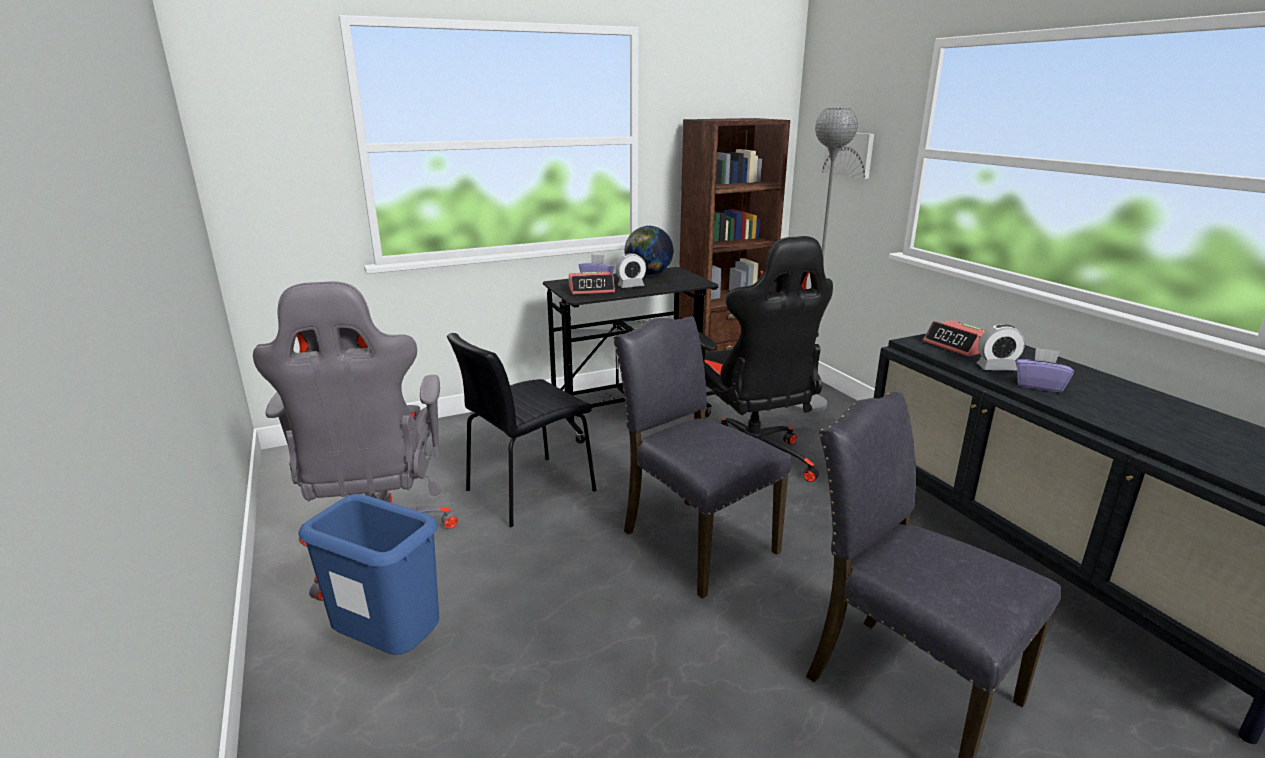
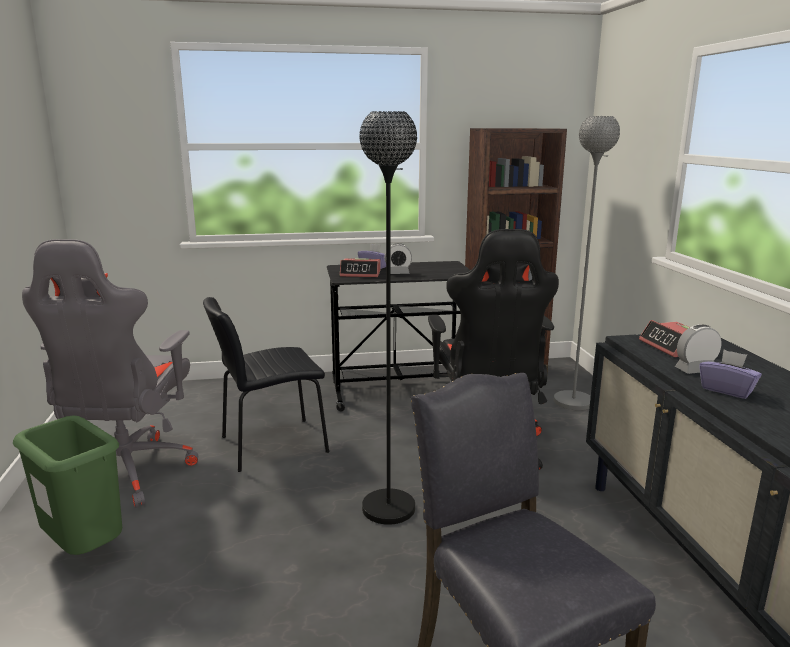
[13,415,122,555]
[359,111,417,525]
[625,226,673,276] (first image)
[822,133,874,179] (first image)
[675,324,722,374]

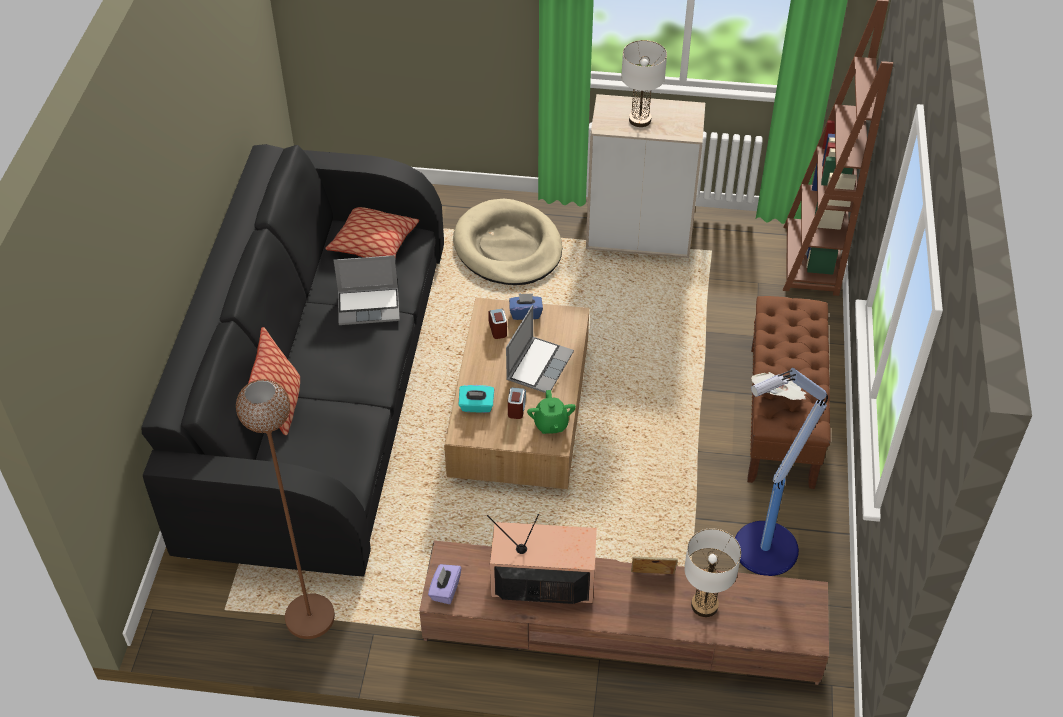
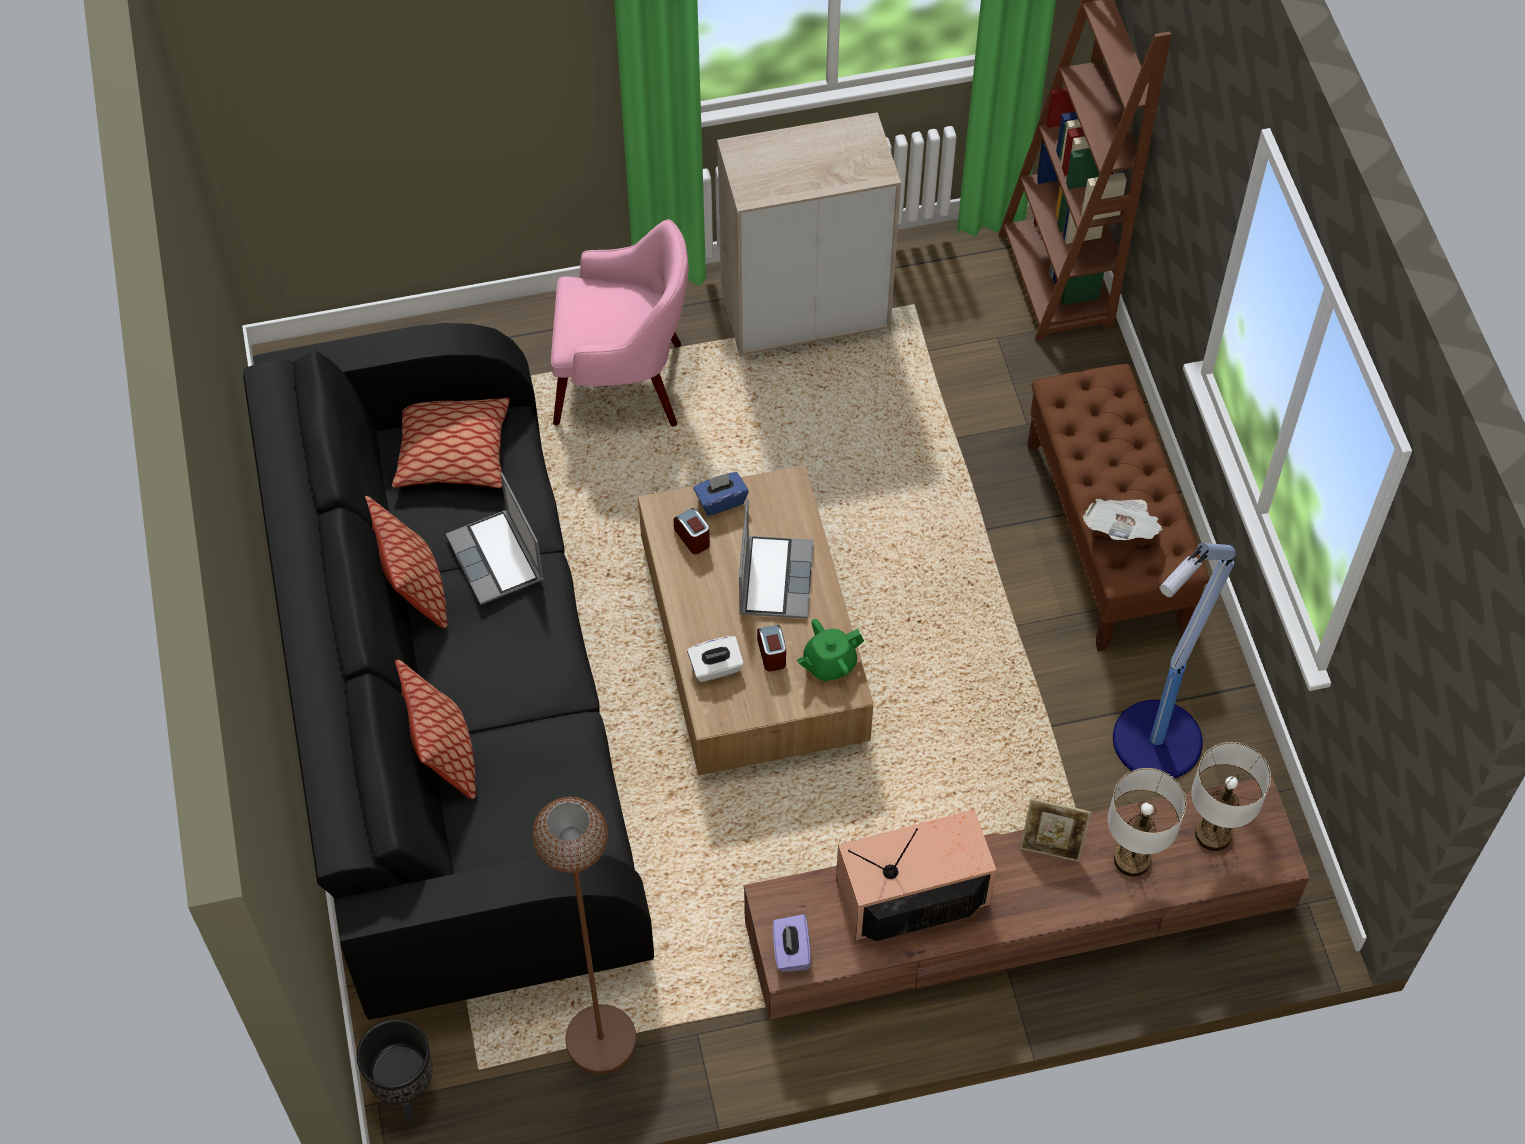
[446,473,544,605]
[551,219,689,427]
[687,636,744,682]
[797,619,864,681]
[1191,742,1271,851]
[1020,798,1091,862]
[357,1019,433,1118]
[365,496,448,628]

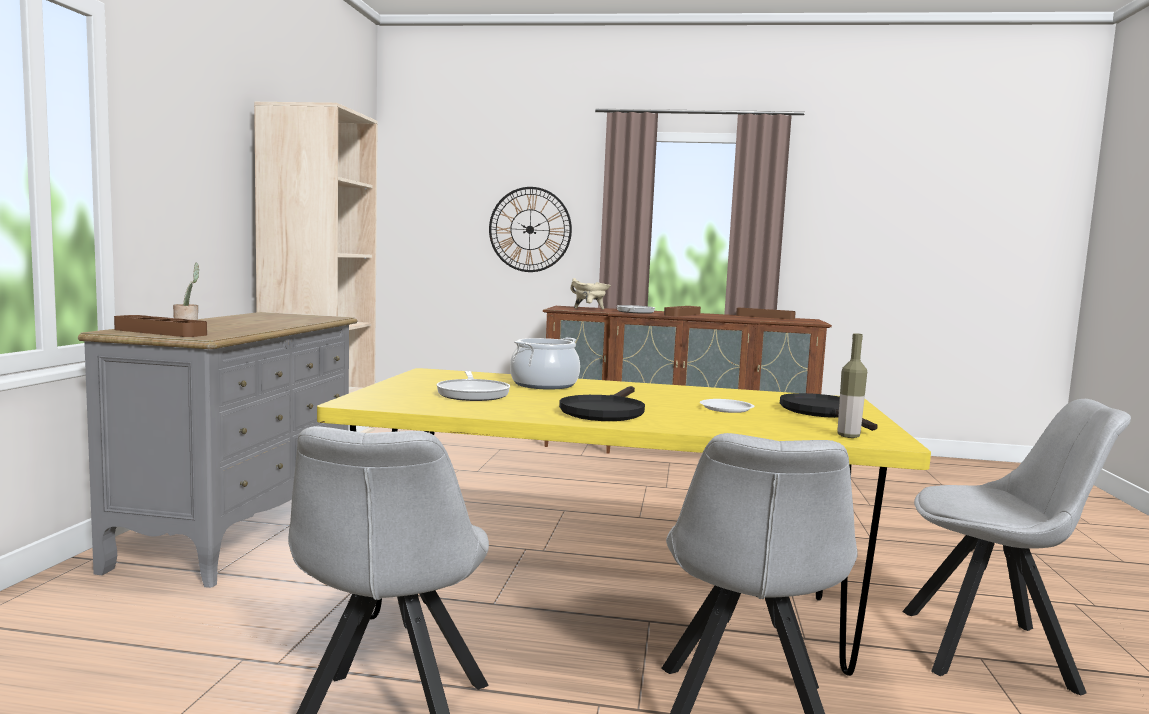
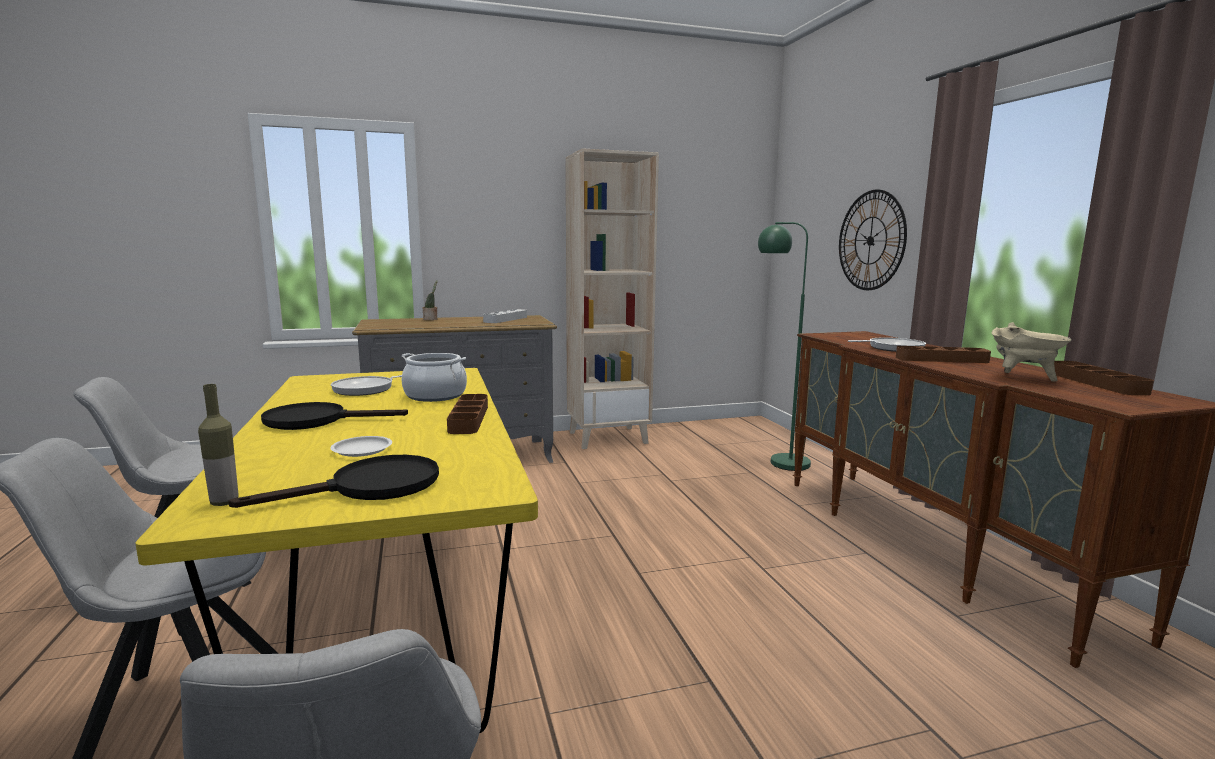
[447,394,488,434]
[992,322,1071,382]
[483,309,527,323]
[758,222,811,471]

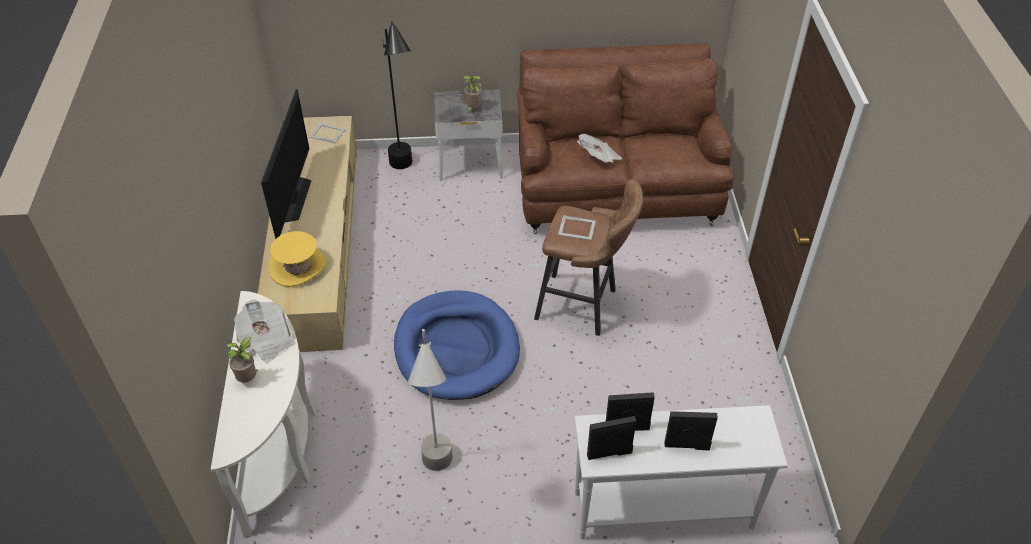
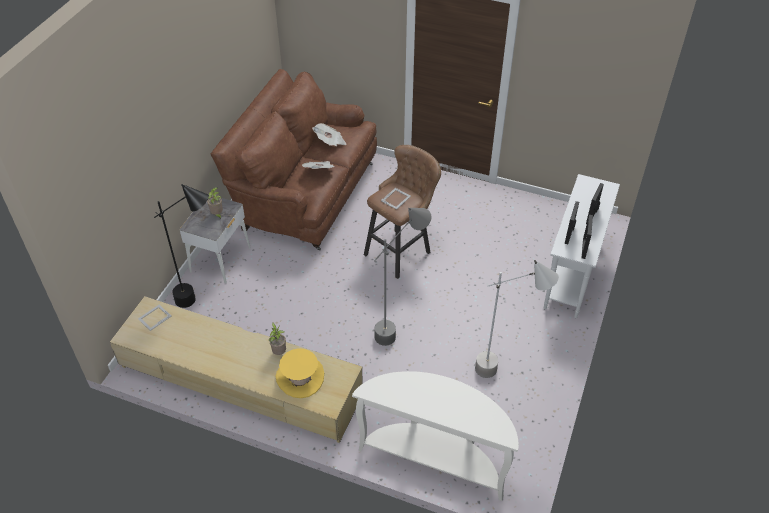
[269,322,286,355]
[312,123,347,146]
[261,89,311,239] (first image)
[374,208,431,346]

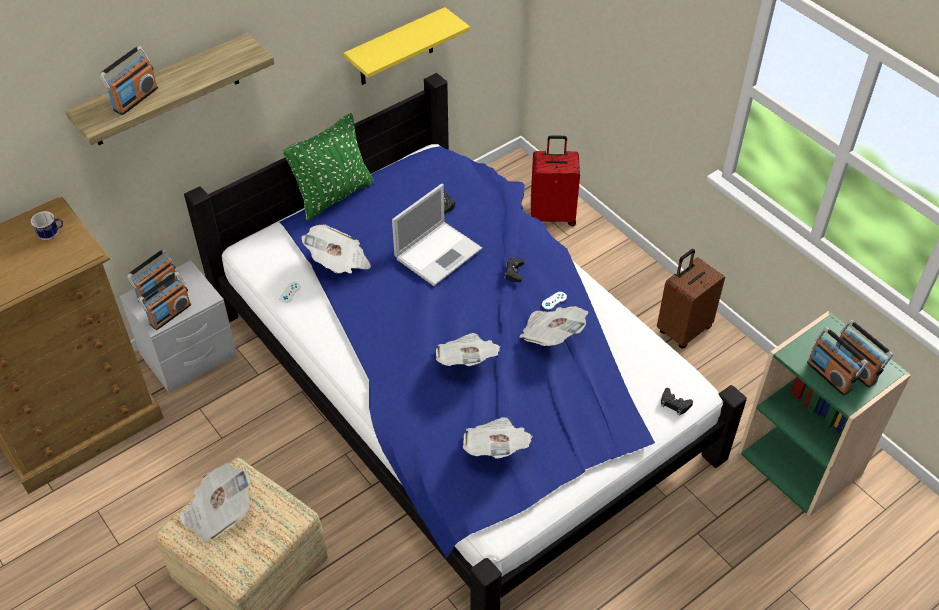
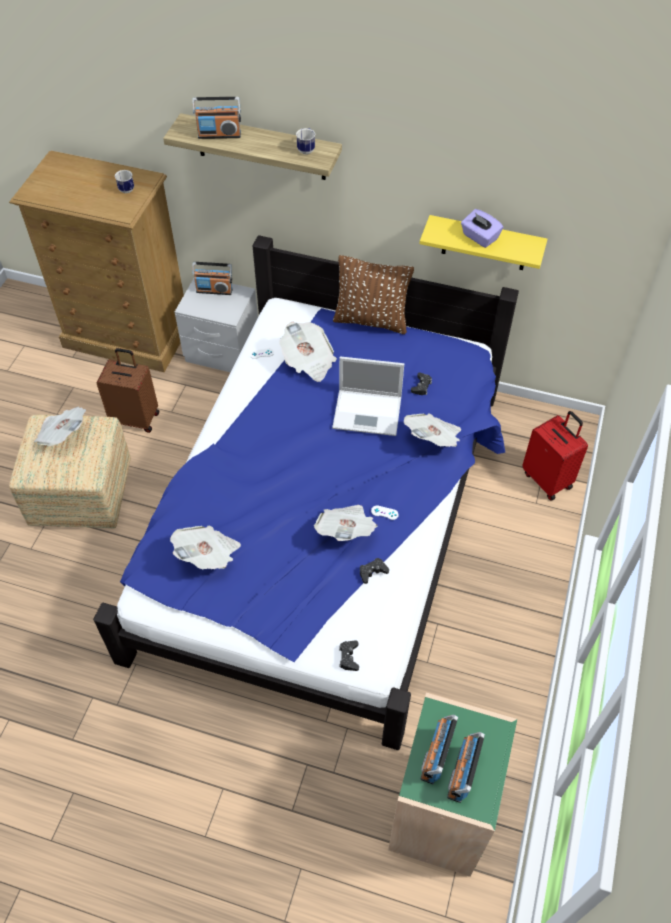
[138,272,191,330] (first image)
[333,255,414,334]
[404,413,461,447]
[360,558,389,584]
[97,348,159,433]
[296,128,315,154]
[461,209,503,248]

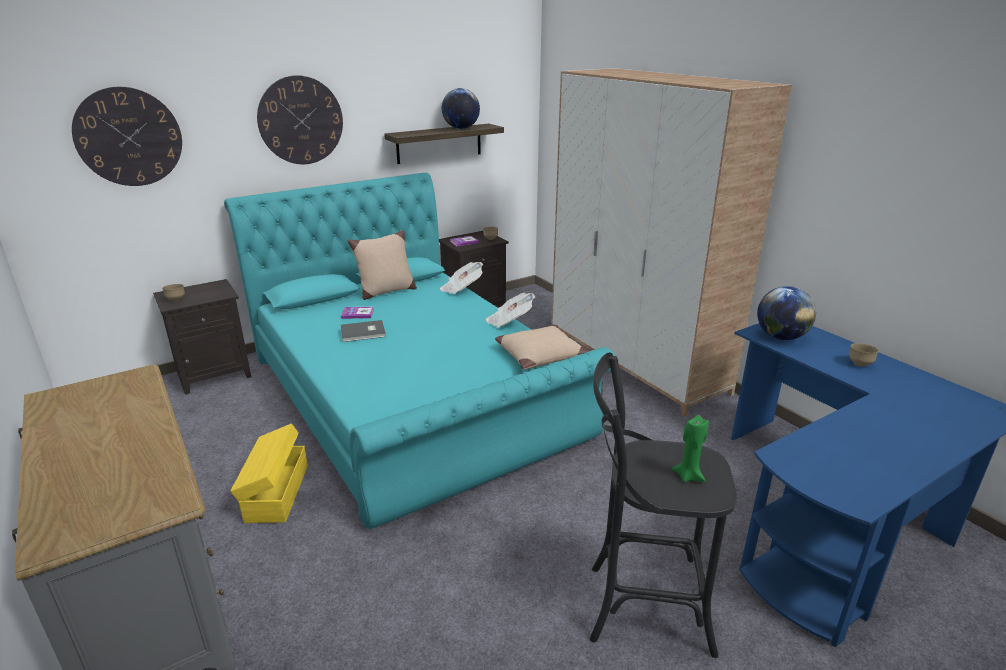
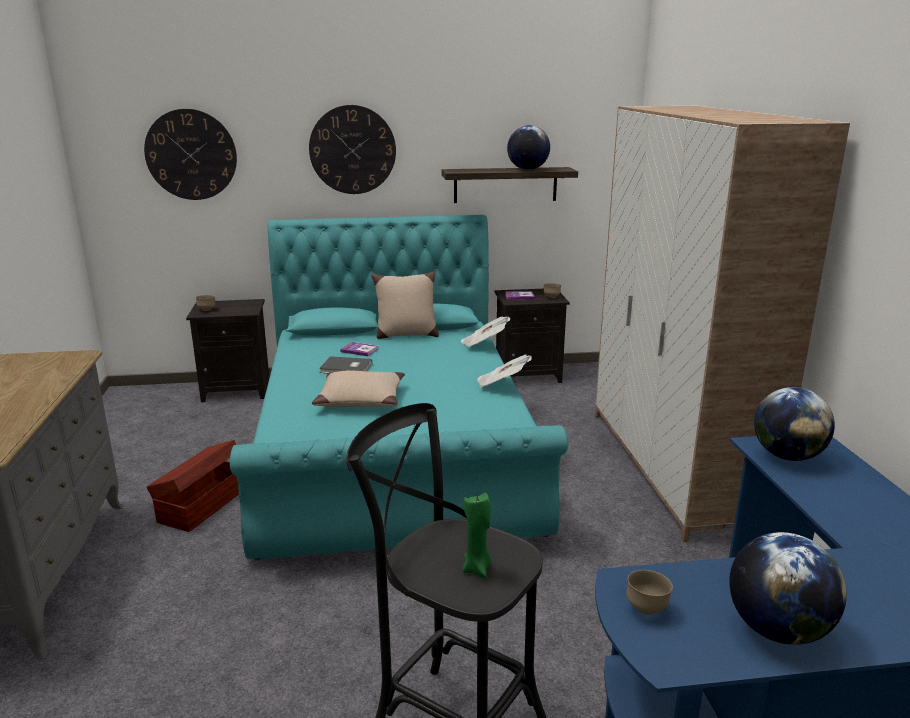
[147,440,239,532]
[312,370,405,407]
[626,570,673,615]
[729,532,847,645]

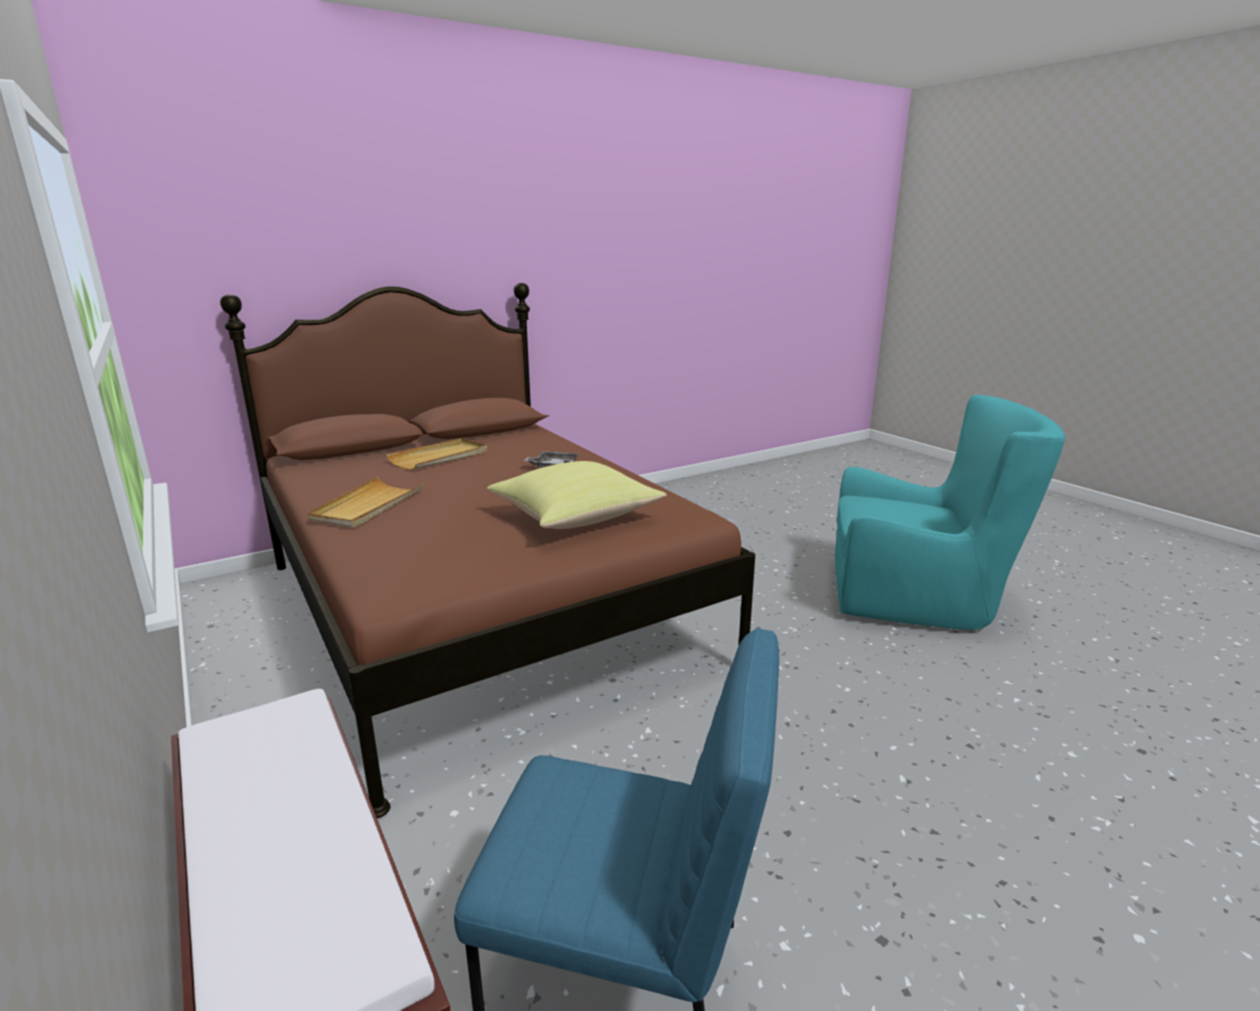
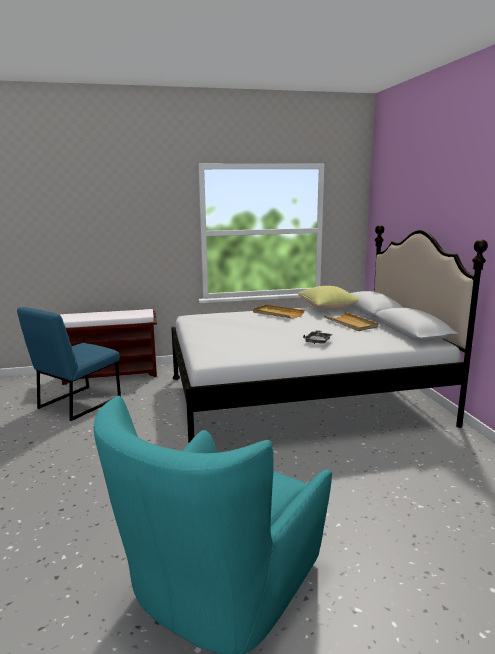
[171,225,488,444]
[298,286,359,310]

